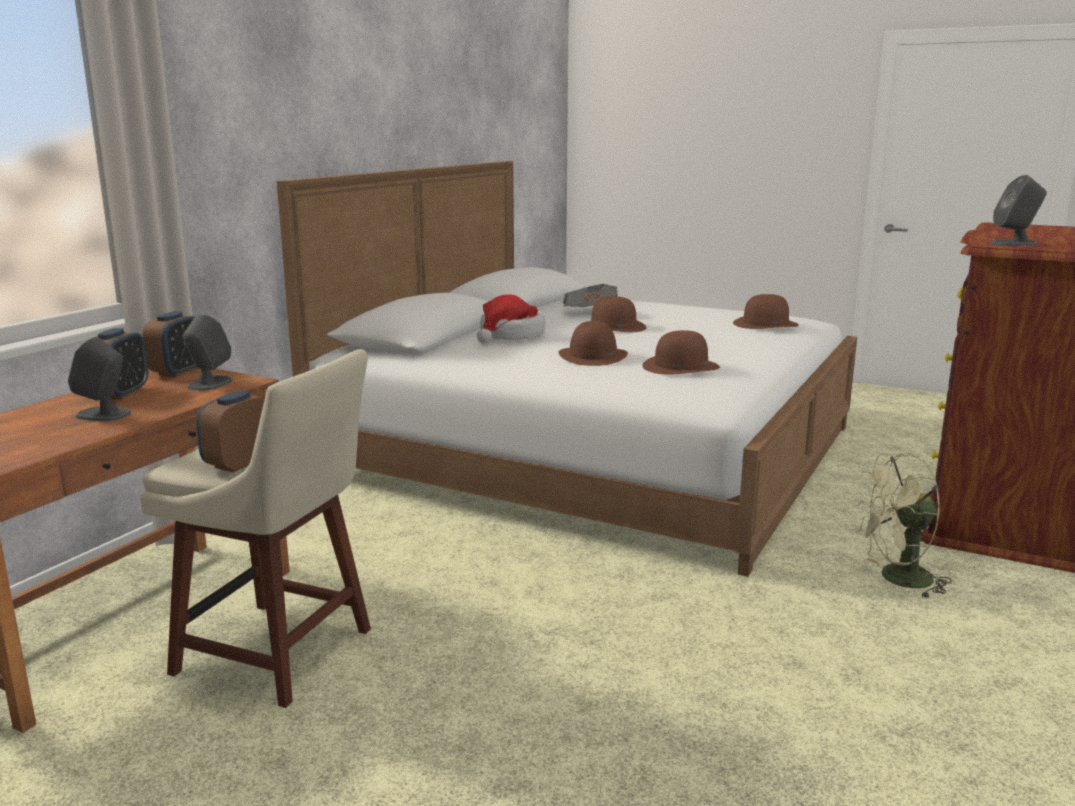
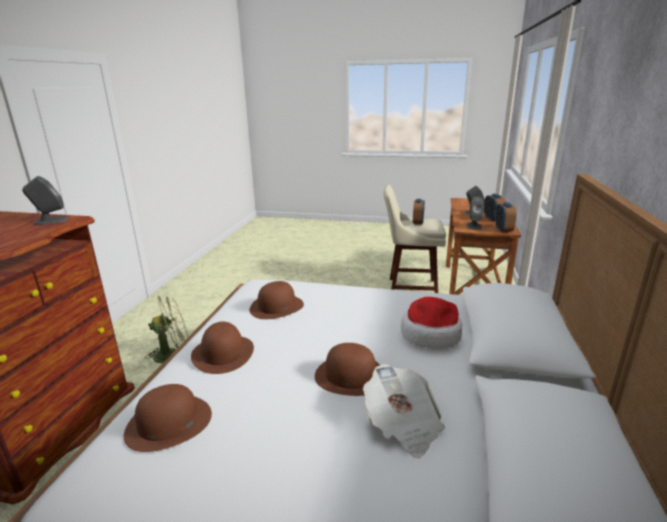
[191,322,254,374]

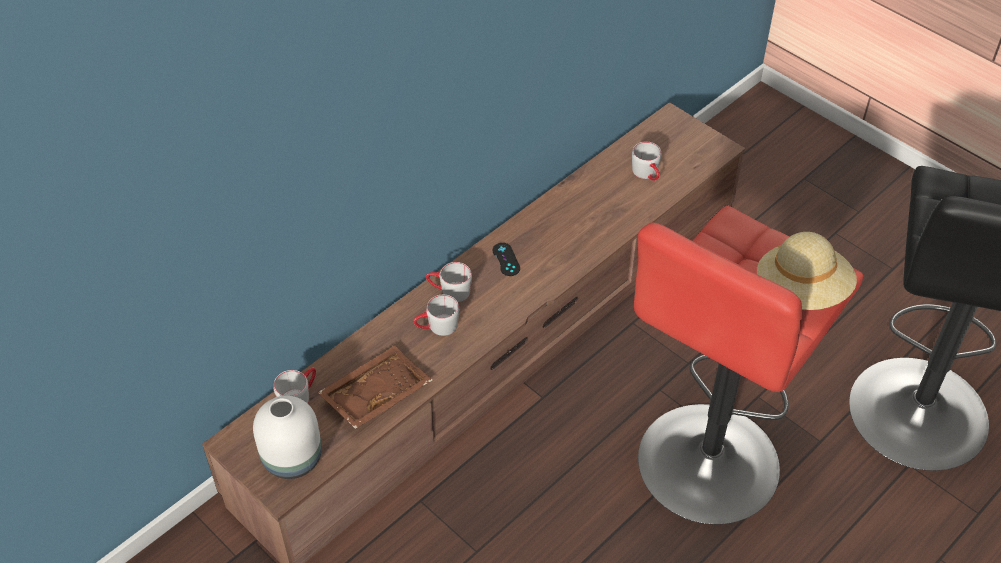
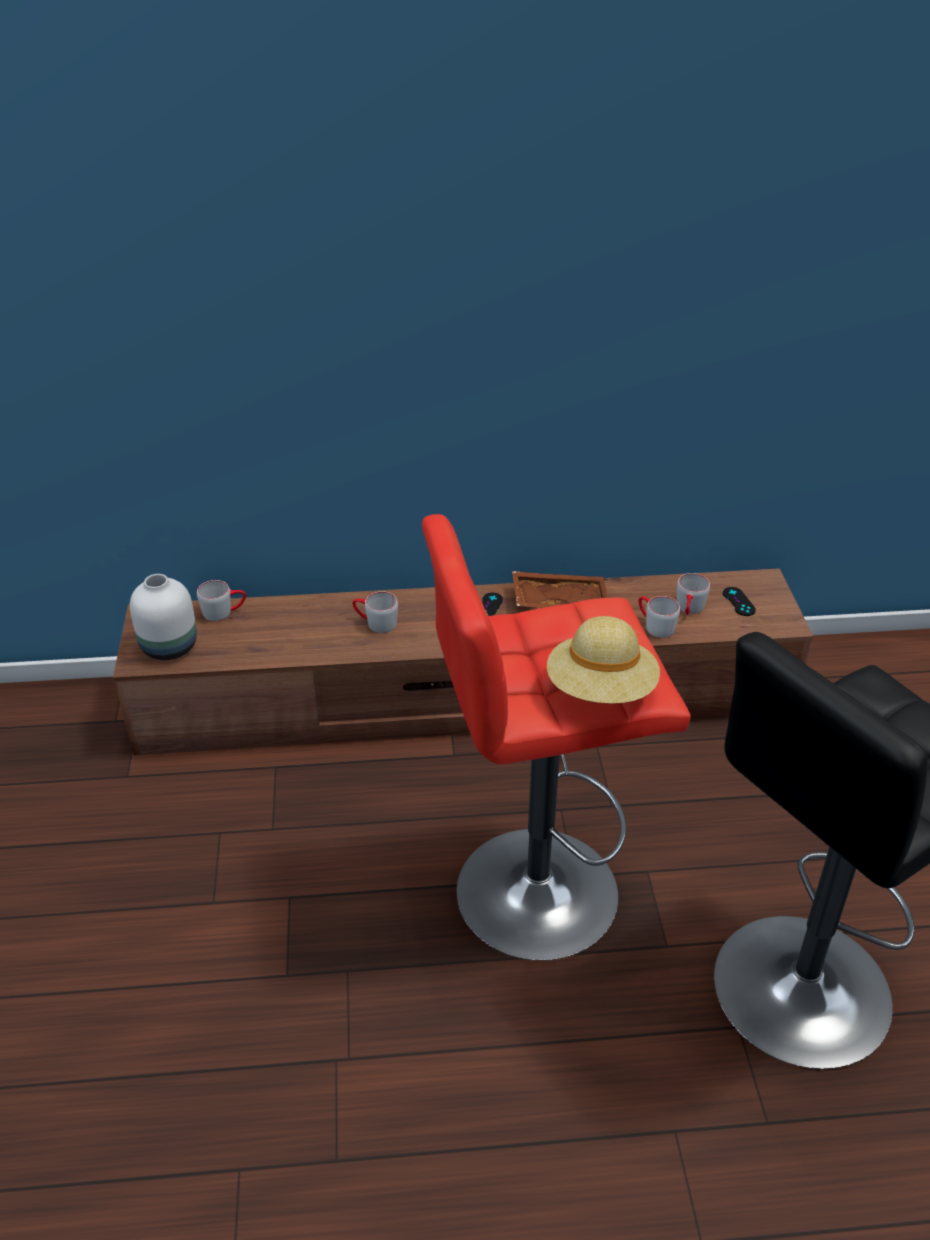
[512,571,607,608]
[638,596,680,638]
[723,587,756,616]

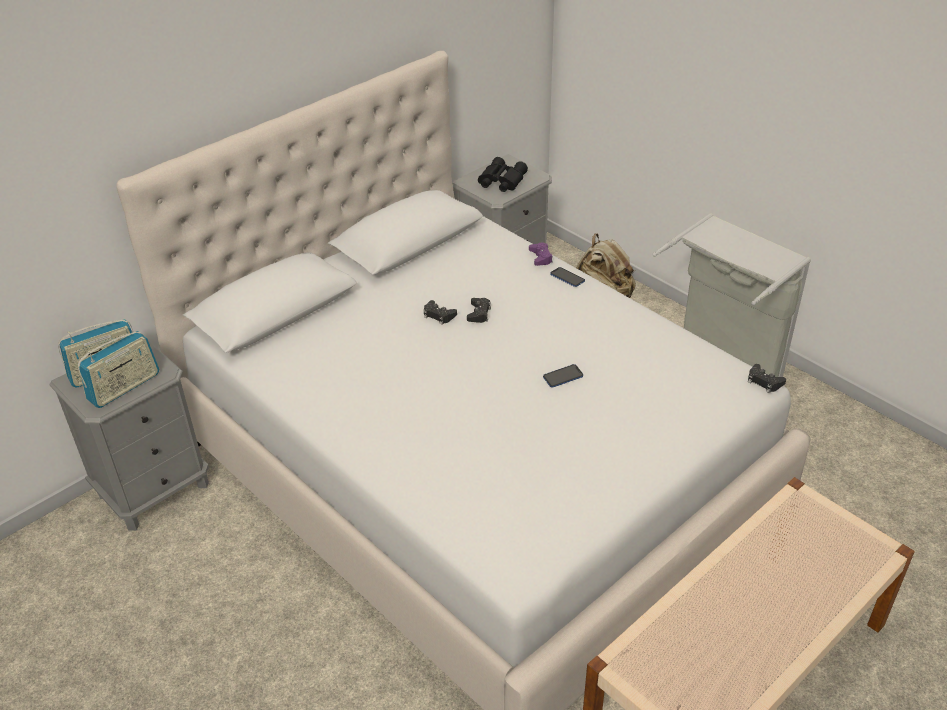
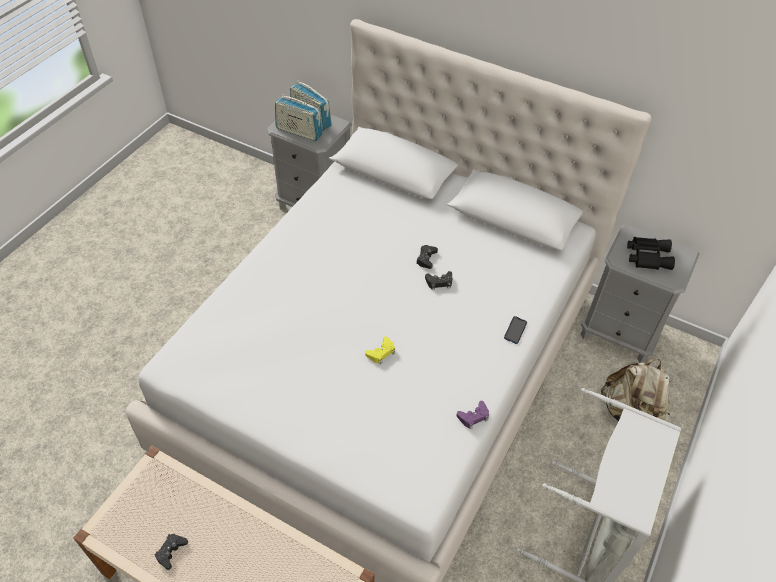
[456,401,489,429]
[365,336,395,364]
[155,534,188,570]

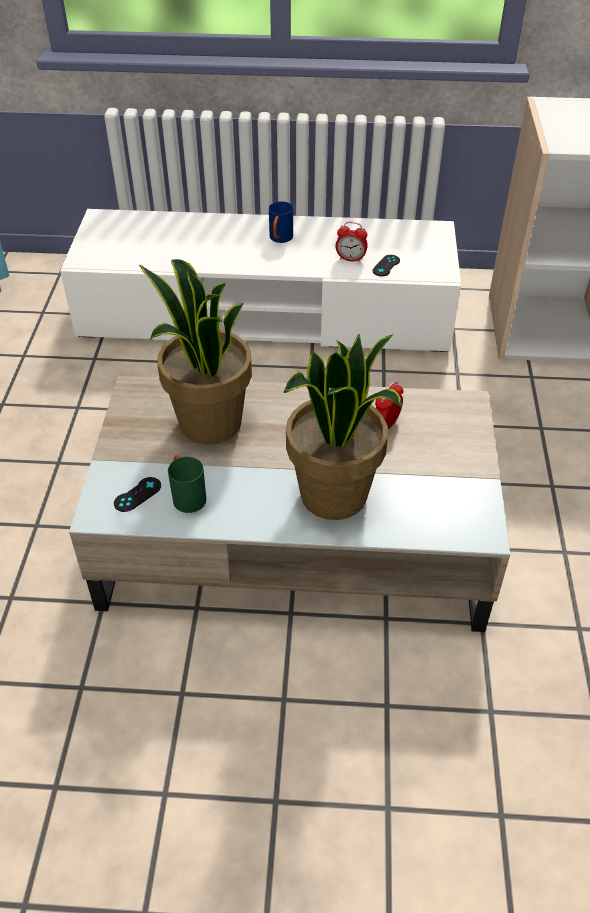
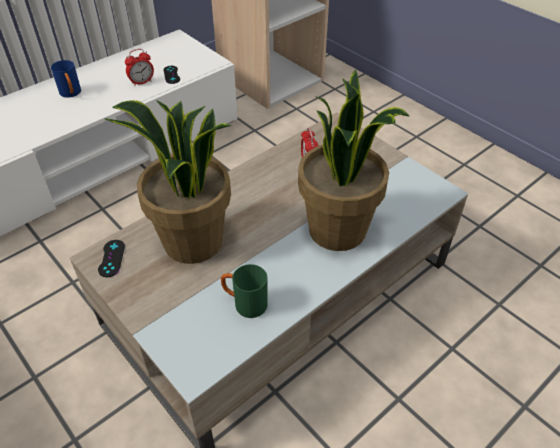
[98,240,125,277]

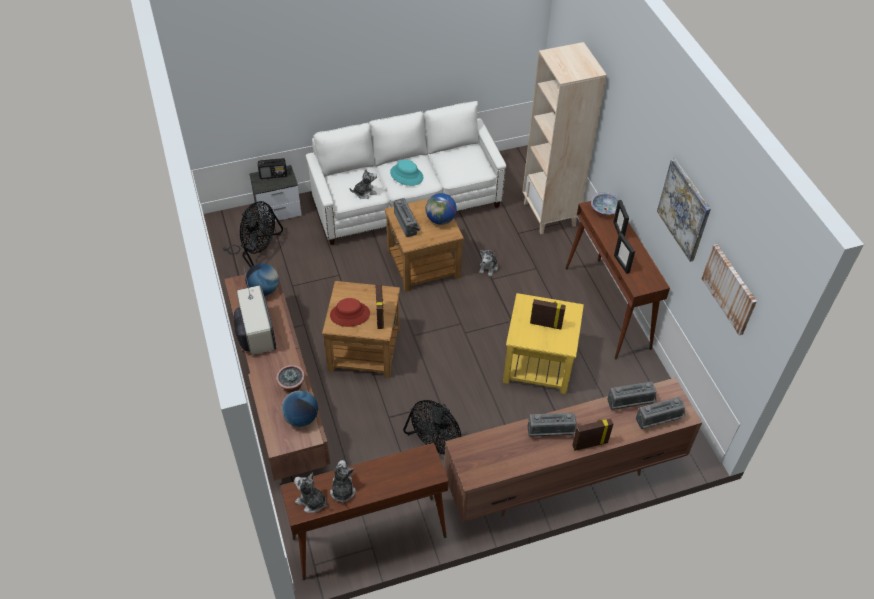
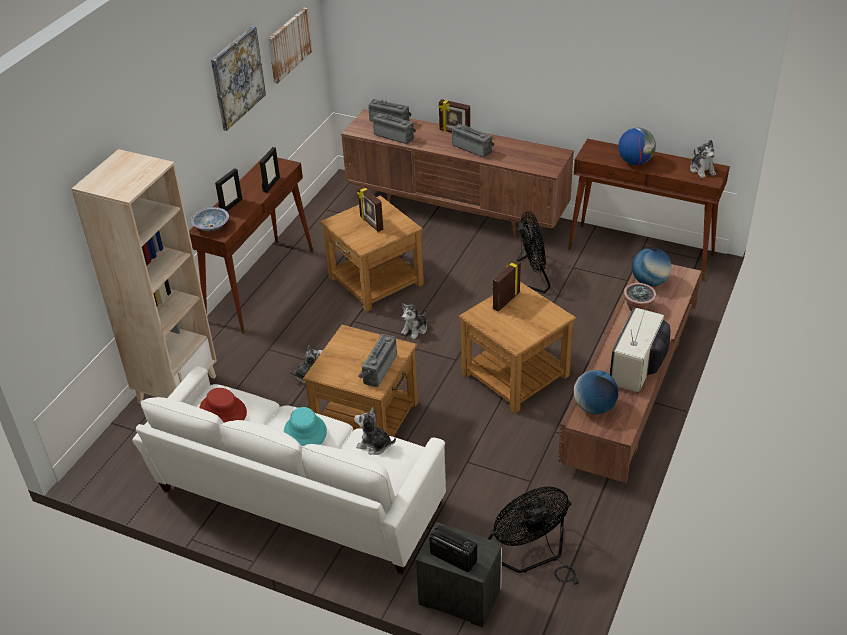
[200,388,247,423]
[401,303,427,339]
[618,128,656,165]
[320,196,424,312]

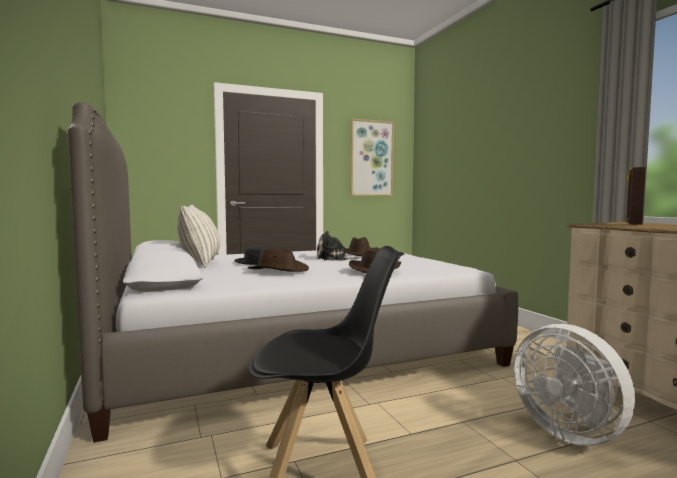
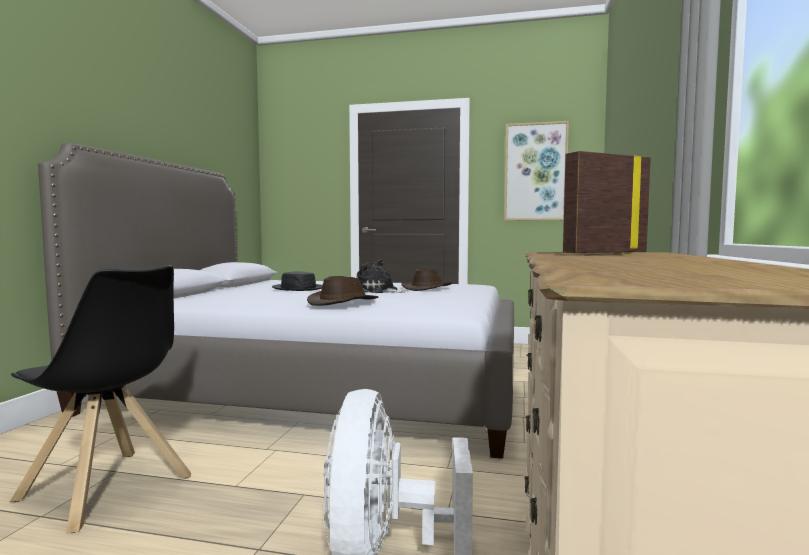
[177,205,220,268] (first image)
[247,248,309,272] (first image)

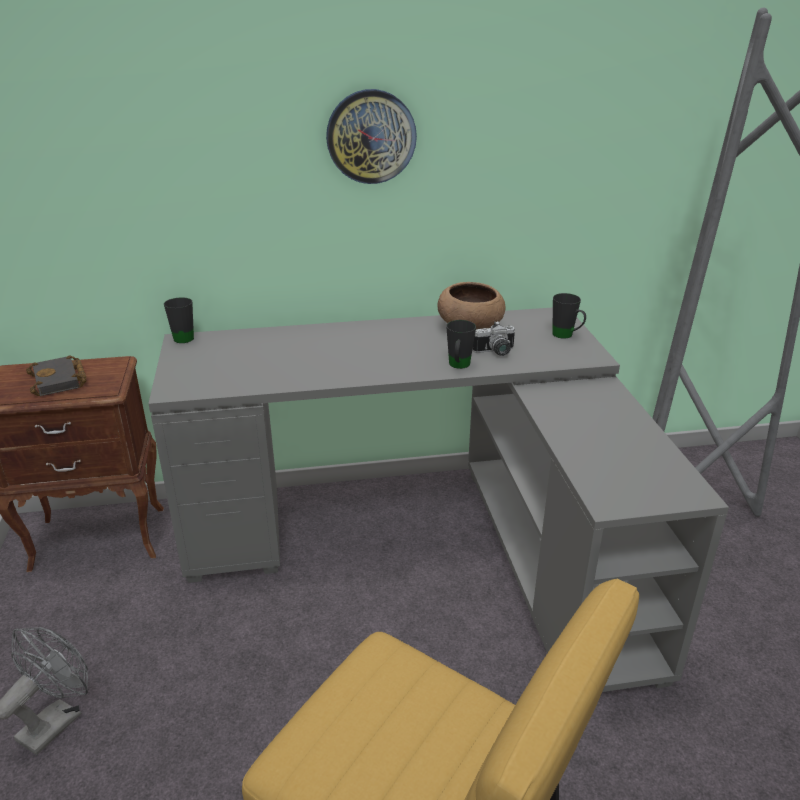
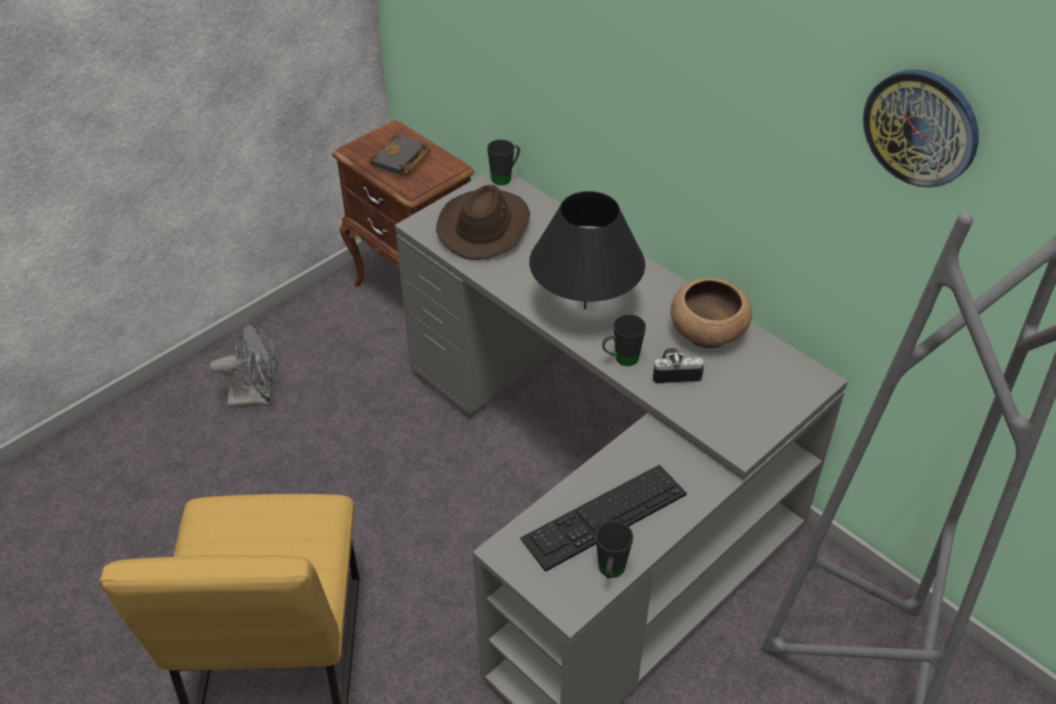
[863,70,979,188]
[653,348,704,384]
[596,521,633,579]
[436,185,530,260]
[520,465,687,572]
[529,191,645,309]

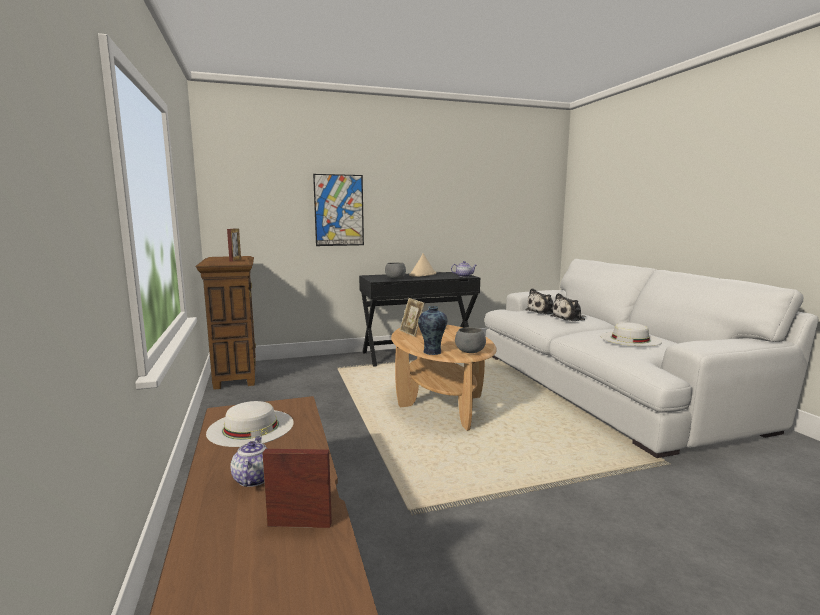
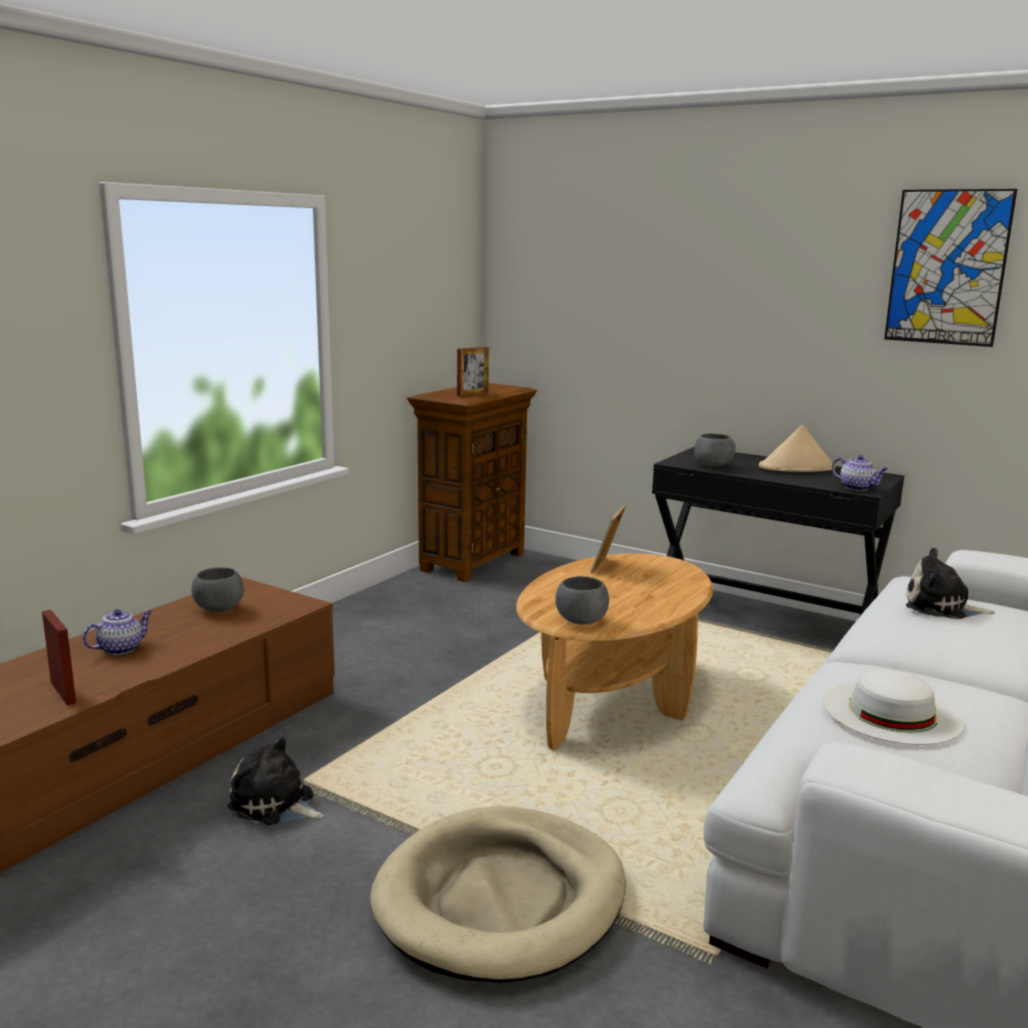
[191,567,244,612]
[884,189,1017,347]
[418,306,447,355] (first image)
[228,735,324,826]
[370,806,626,983]

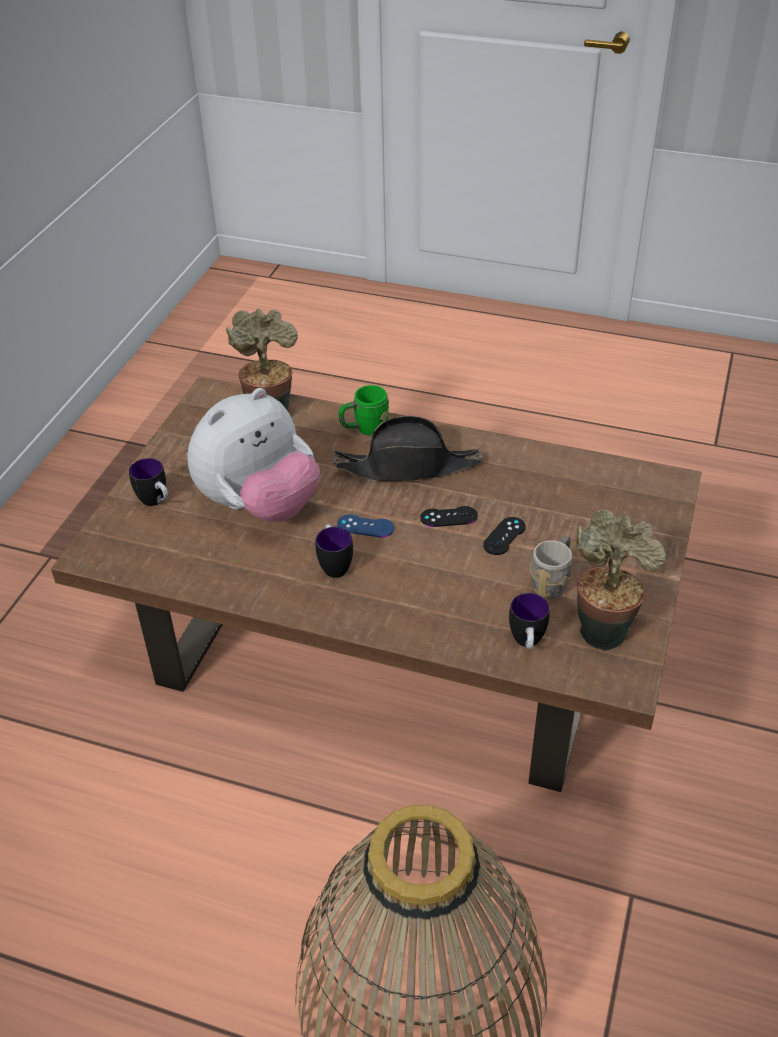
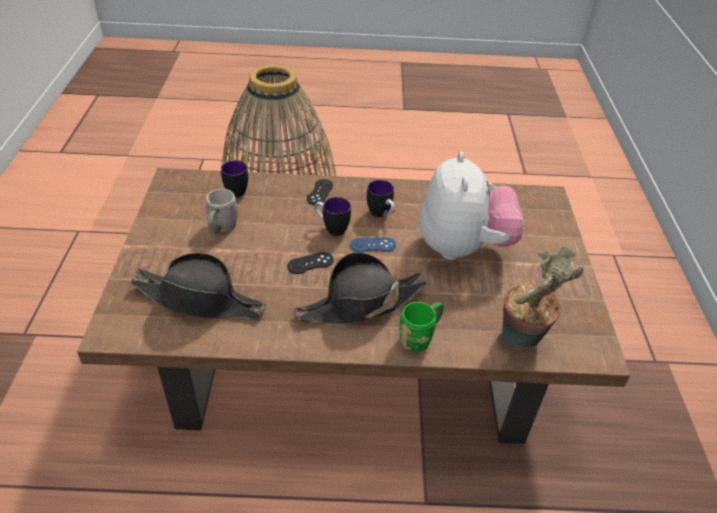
[315,197,351,236]
[420,152,523,260]
[307,179,333,205]
[576,509,666,651] (first image)
[130,253,266,319]

